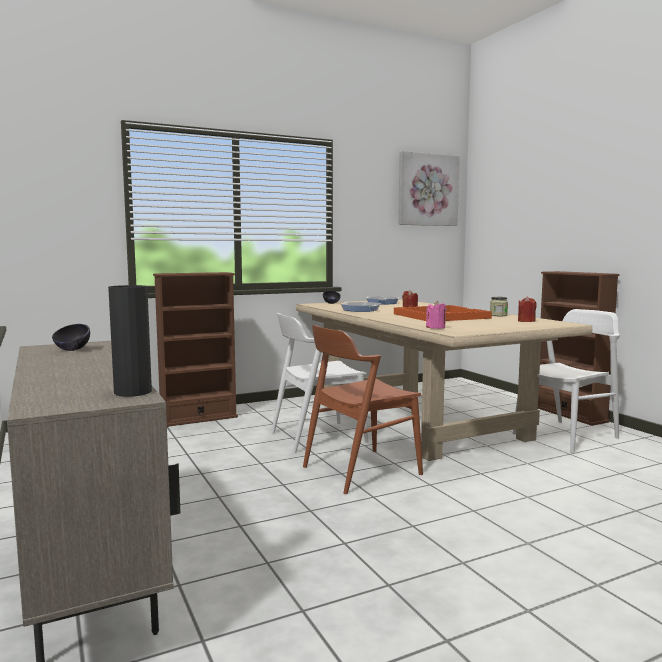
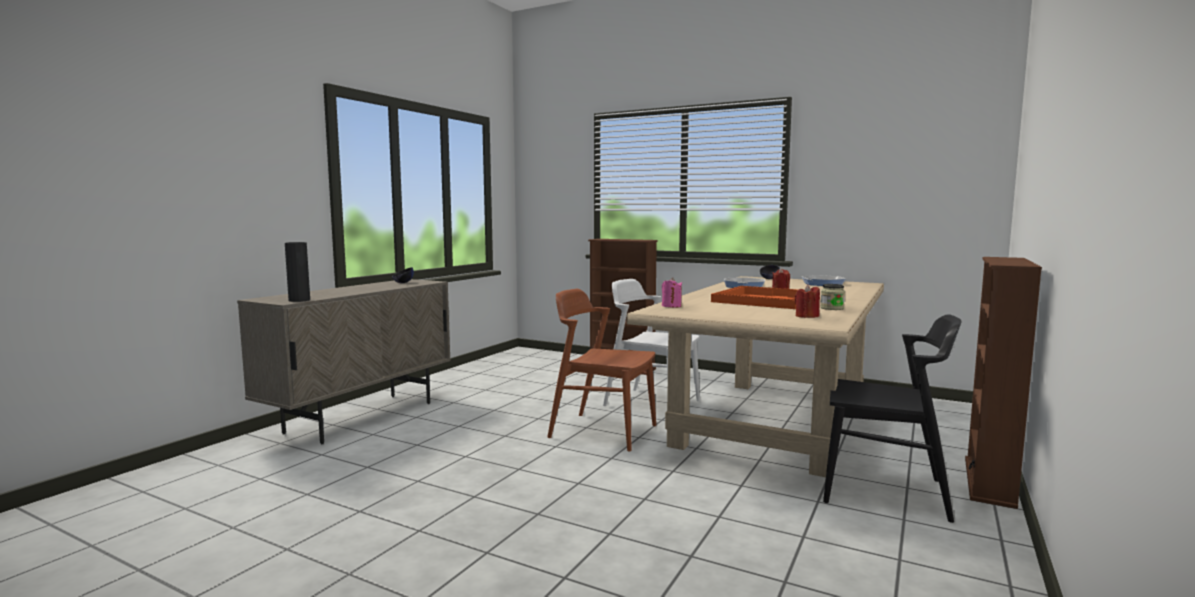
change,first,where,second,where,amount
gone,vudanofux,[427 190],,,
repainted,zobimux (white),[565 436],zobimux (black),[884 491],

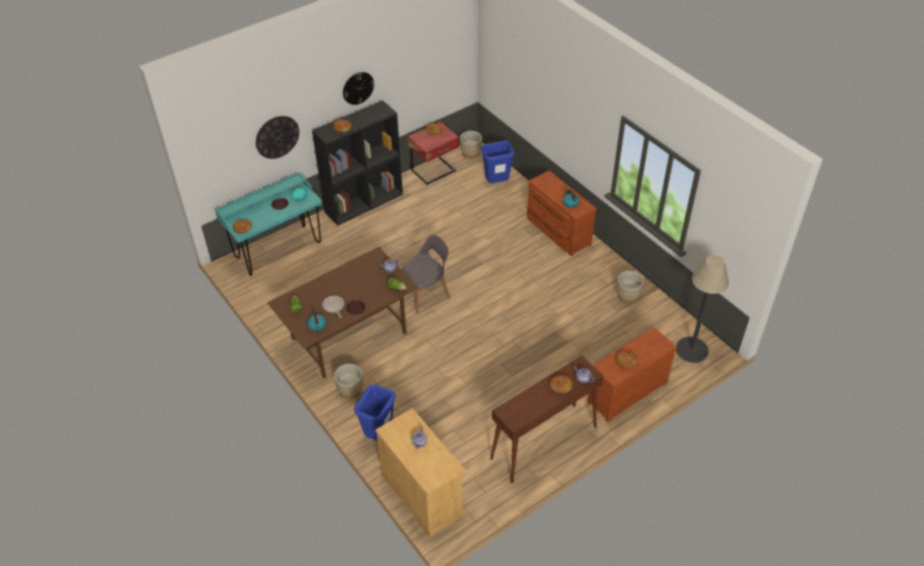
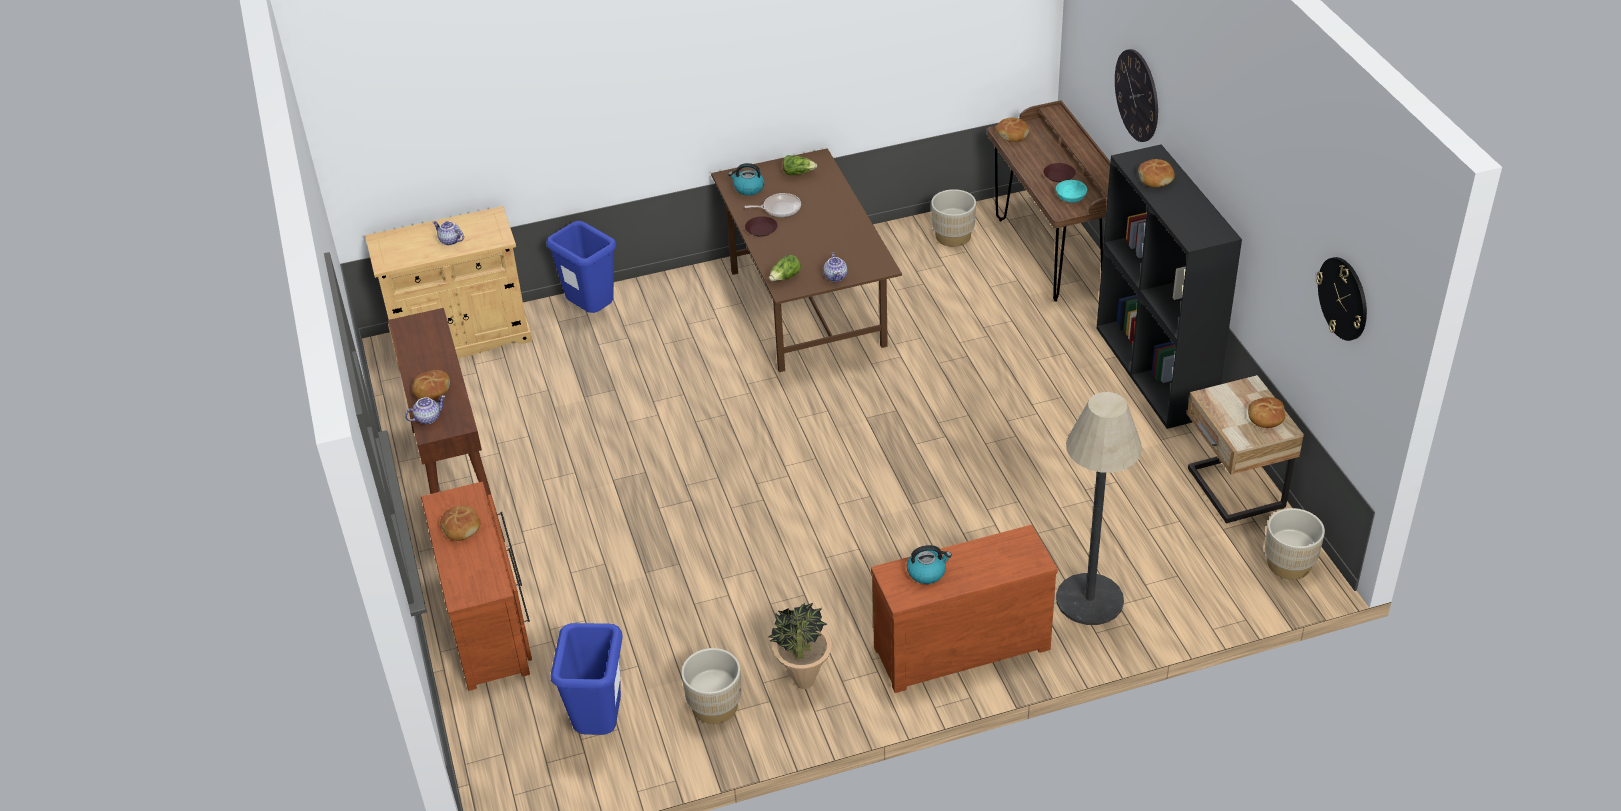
change,first,where,second,where,amount
shifted,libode,[358 88],,[1343 298],
repainted,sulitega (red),[434 171],sulitega (beige),[1233 490],
shifted,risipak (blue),[497 183],,[599 727],
repainted,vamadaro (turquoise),[278 250],vamadaro (brown),[1053 253],
gone,zobimux (grey),[425 294],,,
shifted,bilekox,[691 350],,[1089 599],
shifted,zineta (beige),[350 390],,[953 236],
new,,,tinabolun,[804 682],

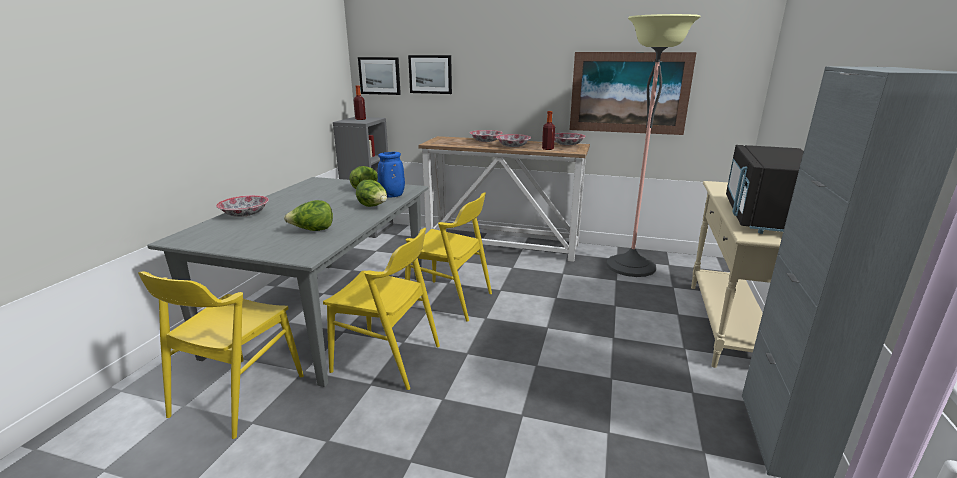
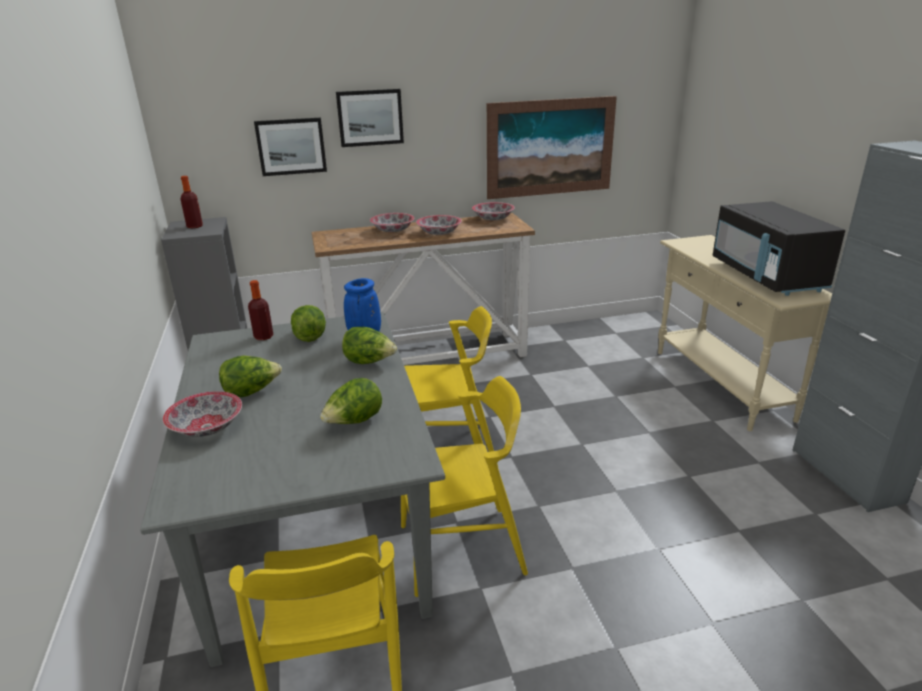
change,first,where,second,where,amount
gone,bilekox,[630 266],,,
shifted,vudanofux,[380 75],,[370 117],
shifted,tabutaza,[547 149],,[263 337],
new,,,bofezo,[251 392],

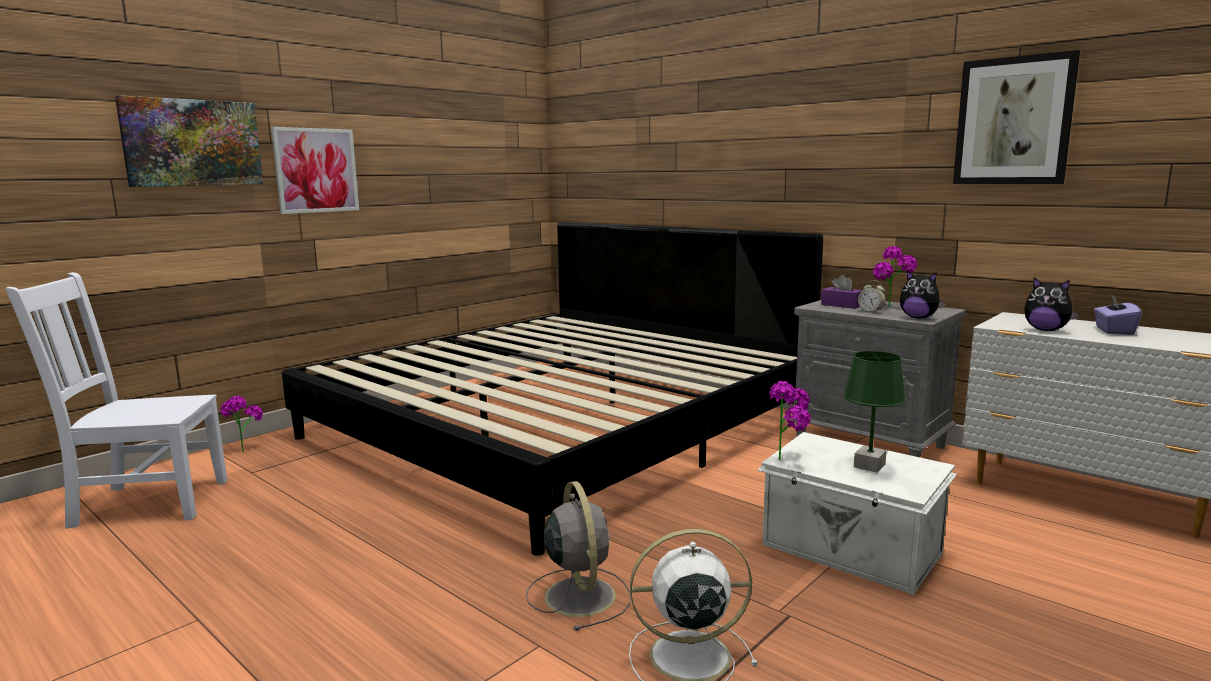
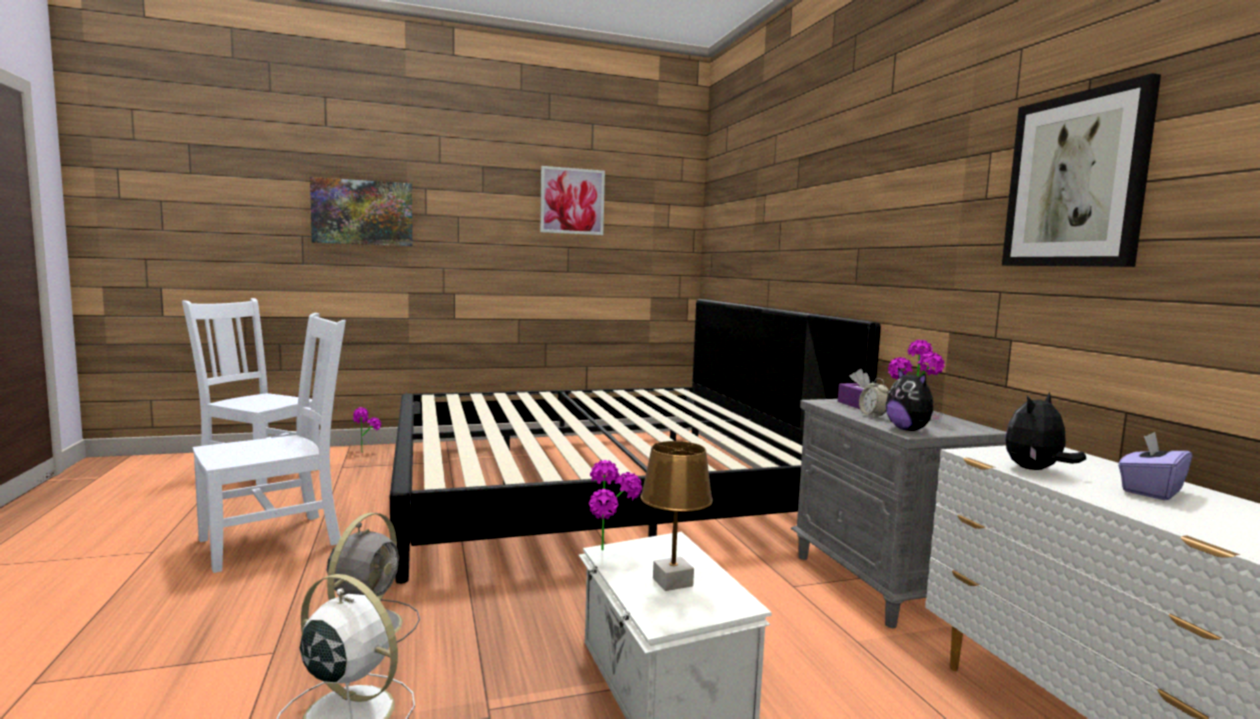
change,first,where,second,where,amount
shifted,vudanofux,[316 170],,[572 201],
rotated,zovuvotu,[1046 330],,[1035 470],75 degrees clockwise
repainted,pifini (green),[869 466],pifini (brown),[672 582],
new,,,zobimux (white),[276 540],

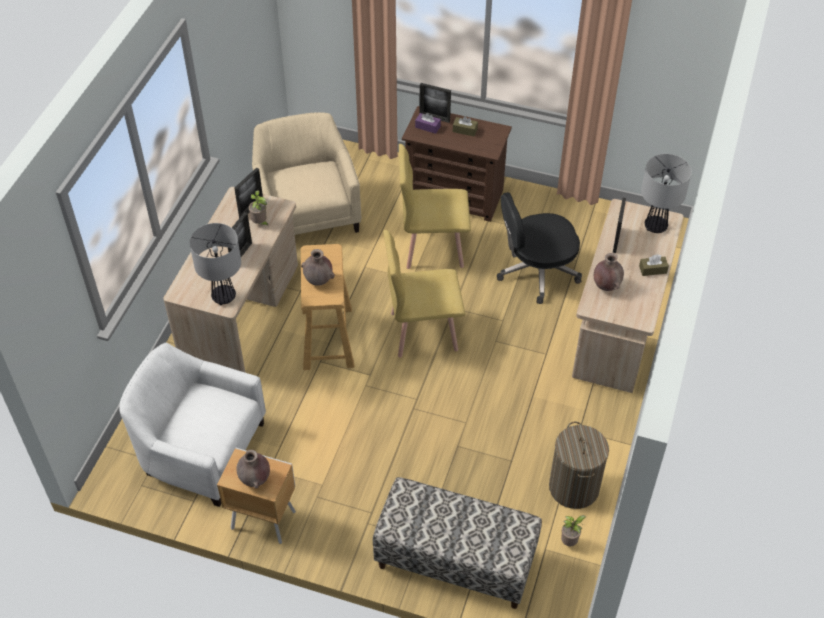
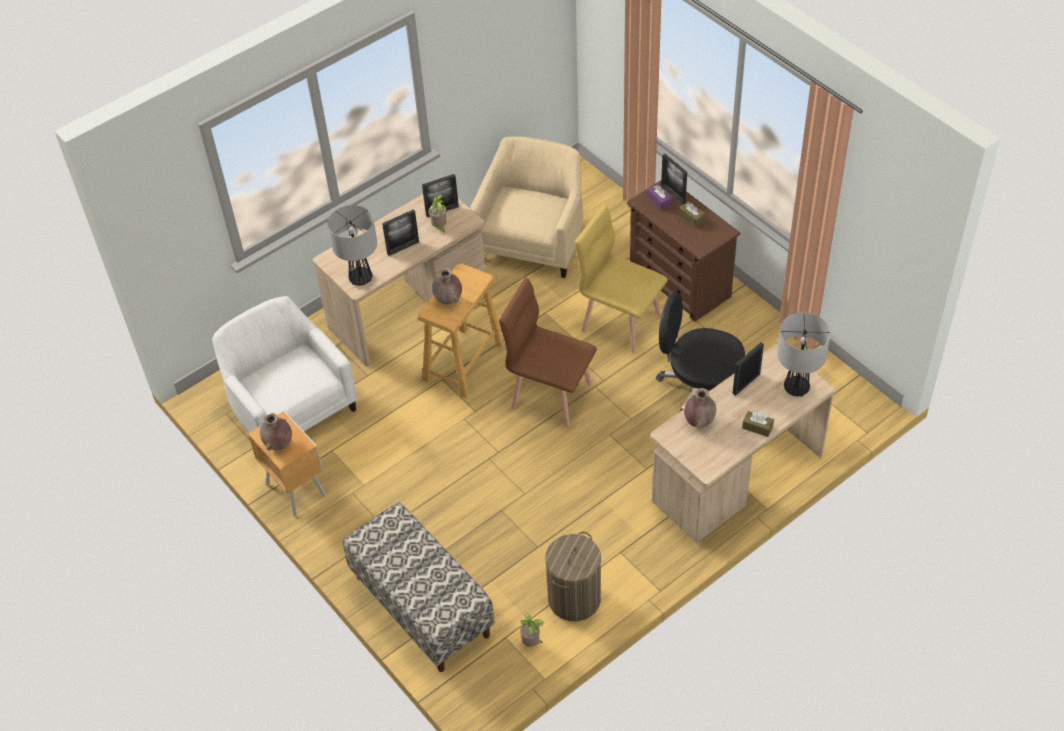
change,first,where,second,where,amount
repainted,zobimux (yellow),[423 331],zobimux (brown),[551 394],

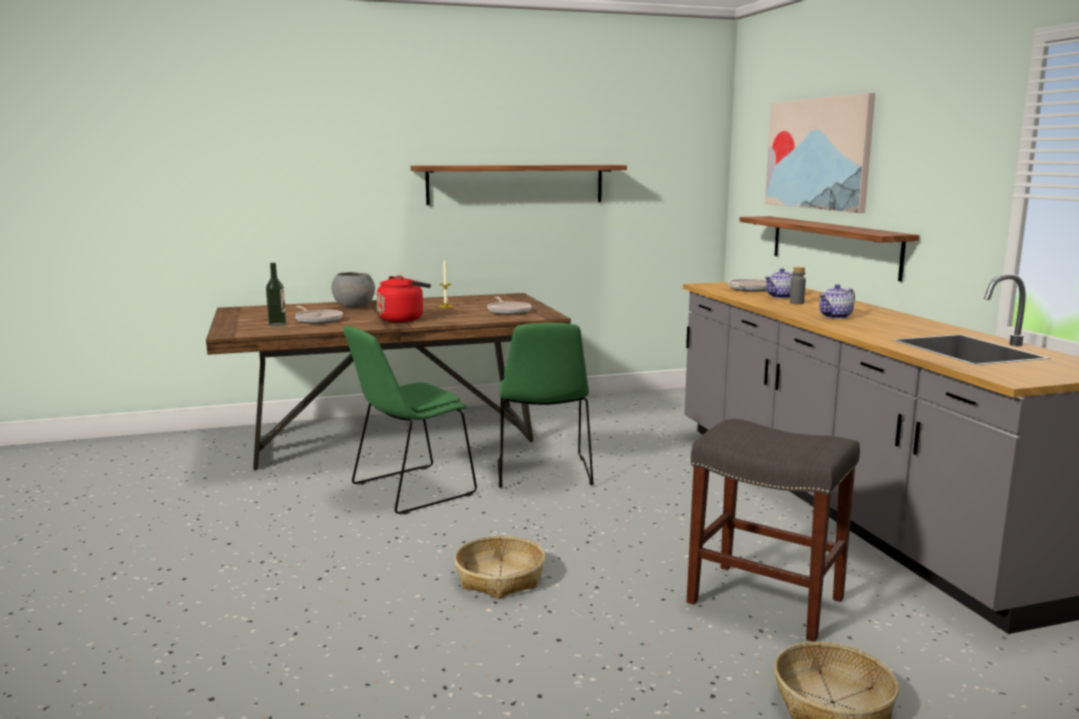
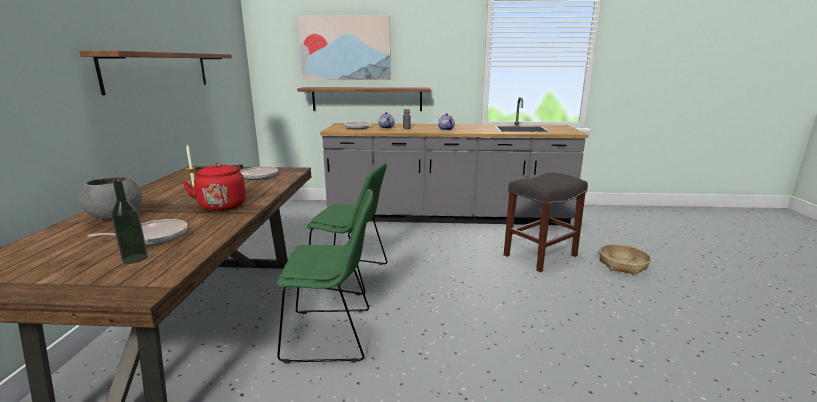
change,first,where,second,where,amount
rotated,zobimux (green),[409 490],,[332 335],75 degrees counterclockwise
gone,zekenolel,[499 578],,,

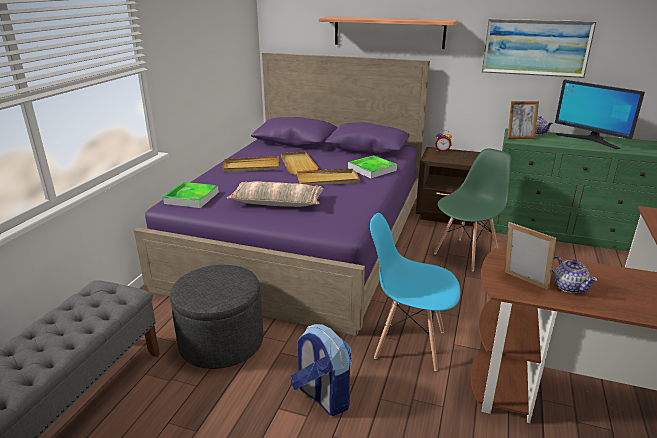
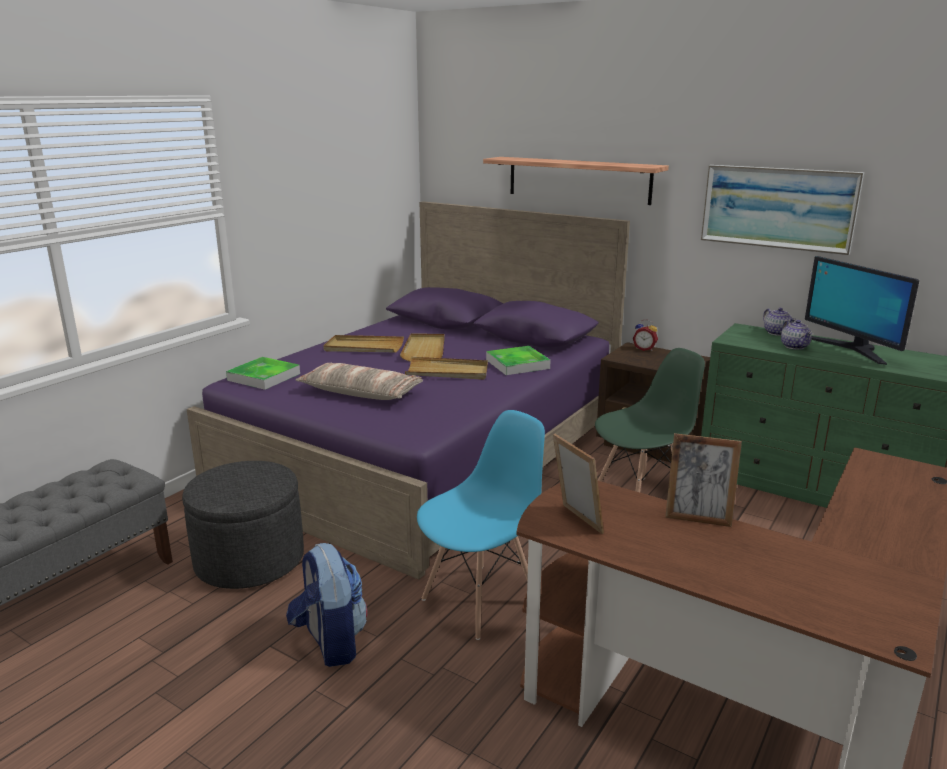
change,first,where,second,where,amount
shifted,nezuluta,[519 138],,[698 517],
rotated,zobimux (blue),[409 344],,[481 600],105 degrees clockwise
shifted,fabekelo,[568 287],,[794 346],

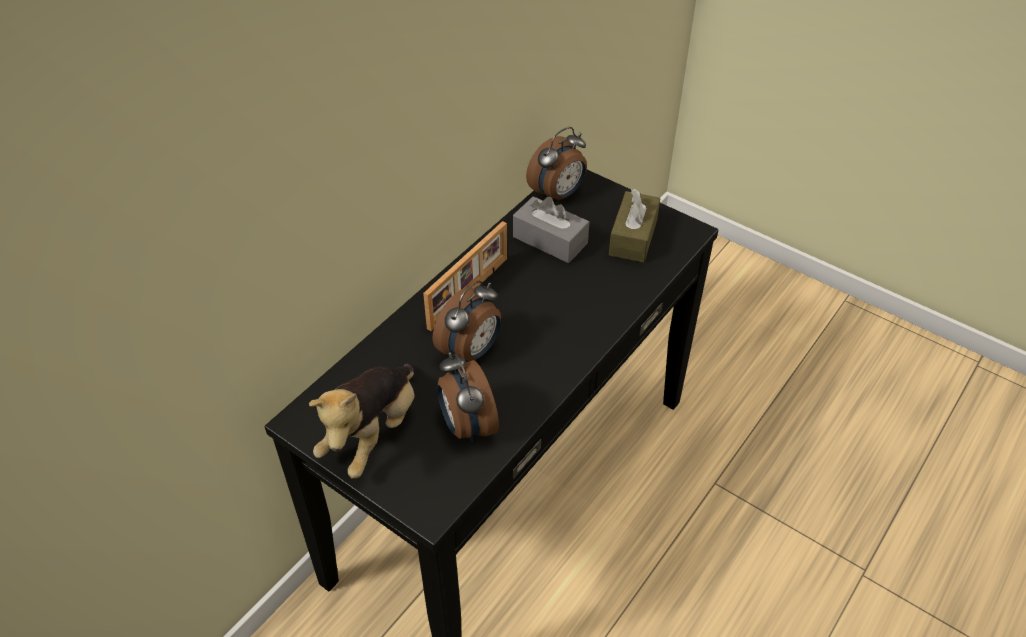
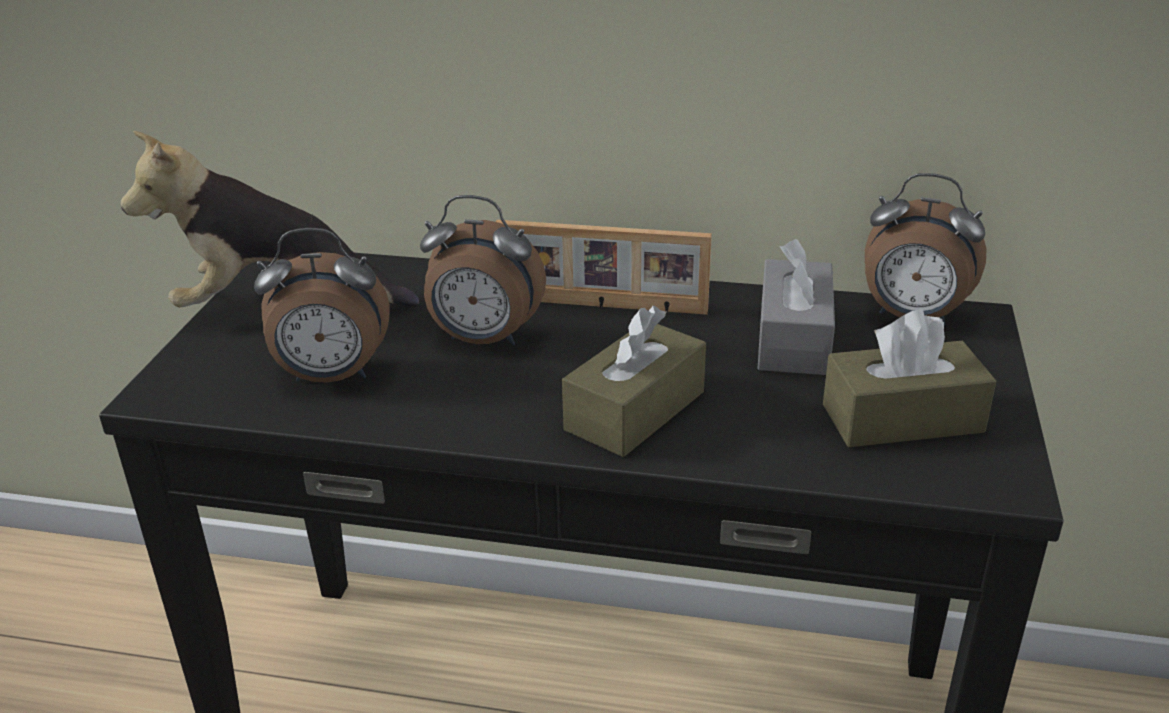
change,first,where,second,where,amount
rotated,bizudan,[466 426],,[331 377],135 degrees counterclockwise
new,,,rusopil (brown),[635 411],

